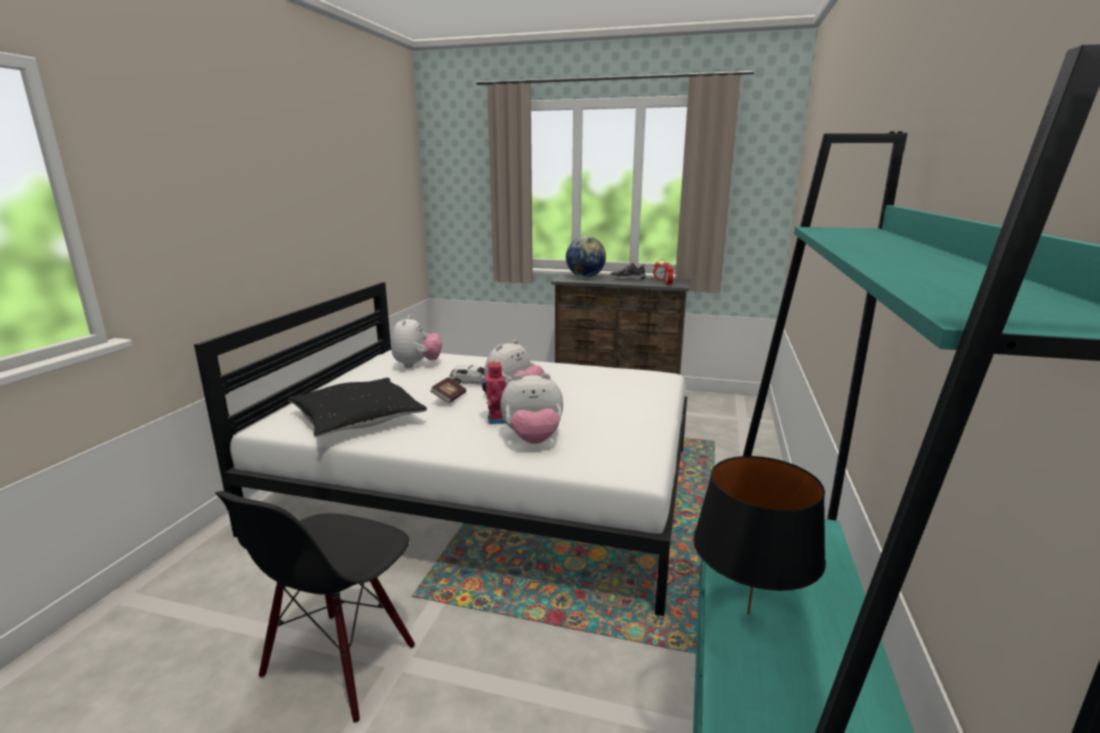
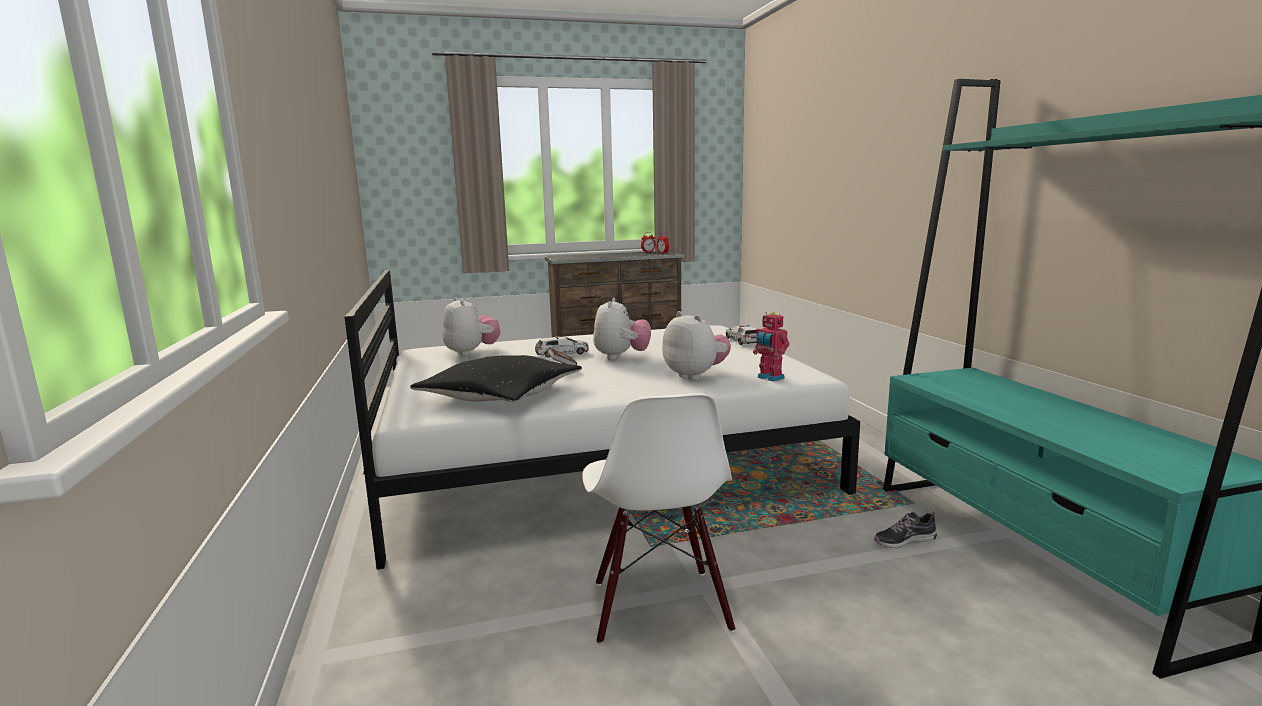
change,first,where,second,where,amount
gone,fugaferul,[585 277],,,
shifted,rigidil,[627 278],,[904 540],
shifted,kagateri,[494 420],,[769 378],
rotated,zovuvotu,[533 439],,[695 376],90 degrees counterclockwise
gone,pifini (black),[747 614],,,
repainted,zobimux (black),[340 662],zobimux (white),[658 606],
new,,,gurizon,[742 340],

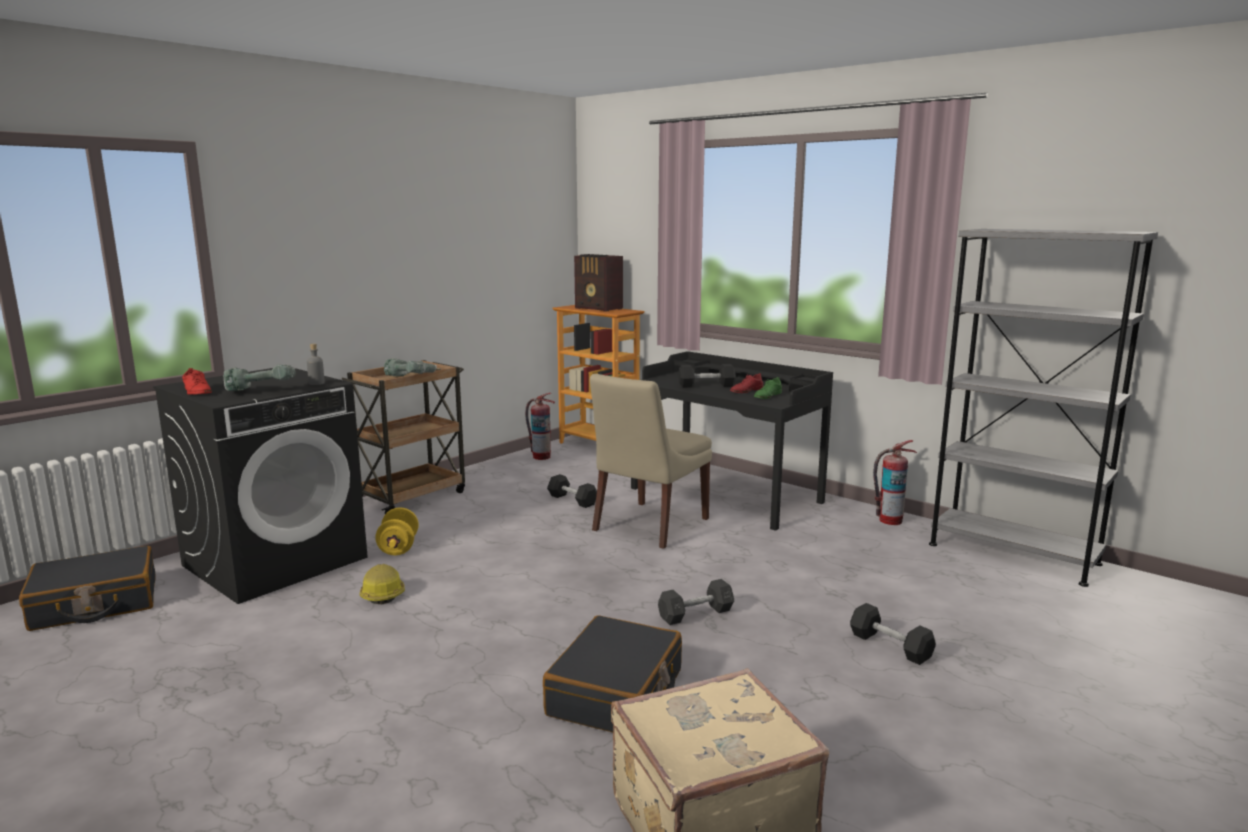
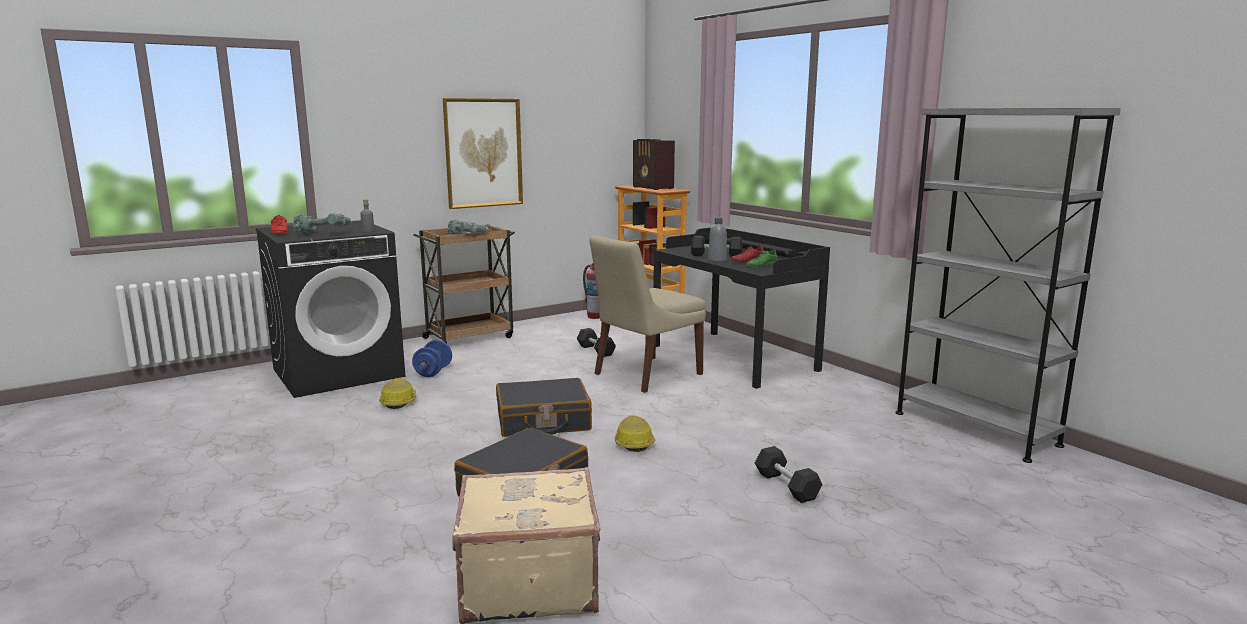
change,first,where,second,where,amount
gone,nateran,[889 520],,,
repainted,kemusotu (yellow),[398 548],kemusotu (blue),[433 372],
shifted,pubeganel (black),[95 604],,[543 421],
swapped,kemusotu (grey),[695 614],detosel,[633 442],
new,,,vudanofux,[483 153],
new,,,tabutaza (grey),[717 260],

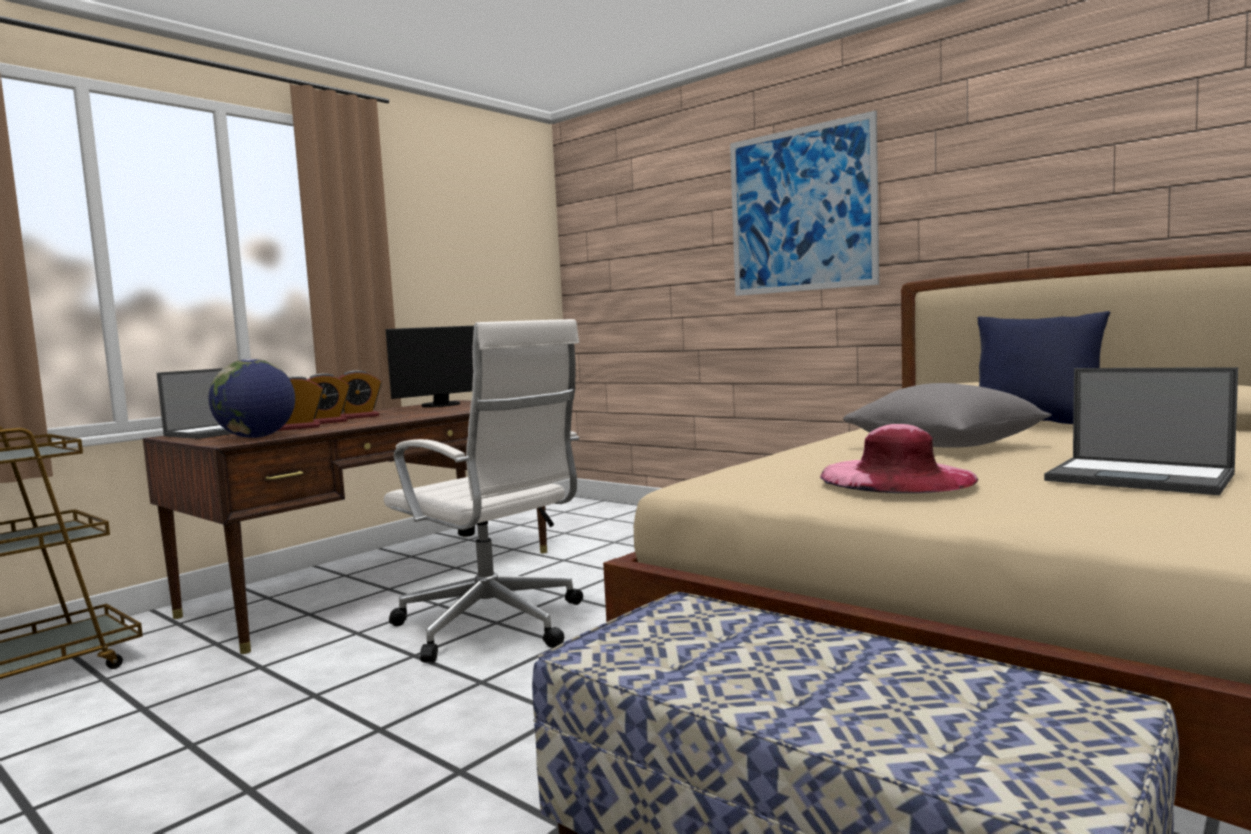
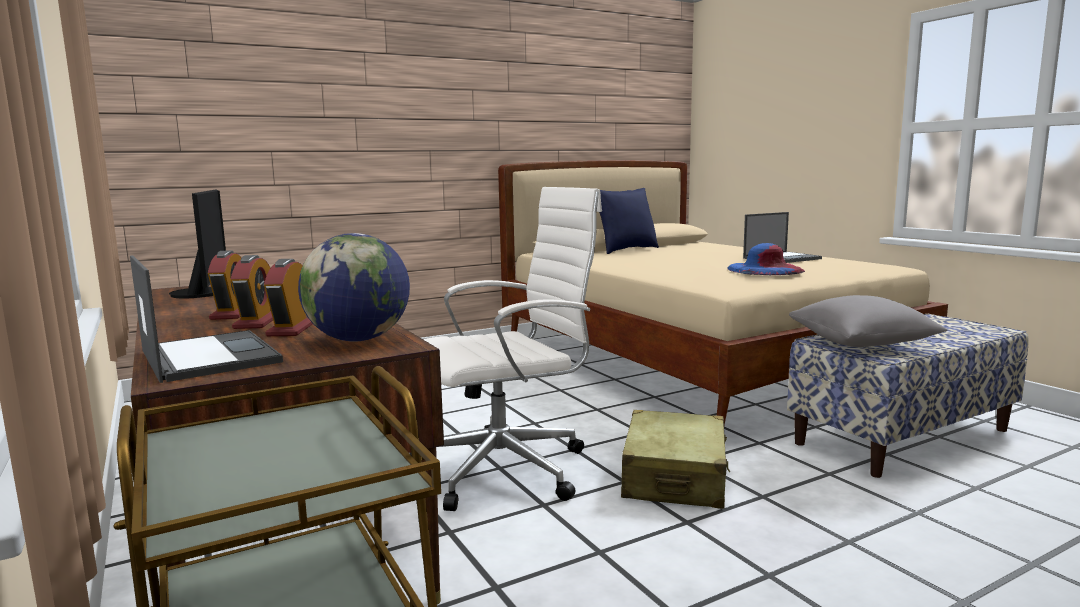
change,first,where,second,where,amount
gone,vudanofux,[801 210],,,
shifted,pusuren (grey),[945 447],,[862 344],
repainted,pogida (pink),[897 477],pogida (blue),[765 269],
new,,,pubeganel (beige),[674 477],

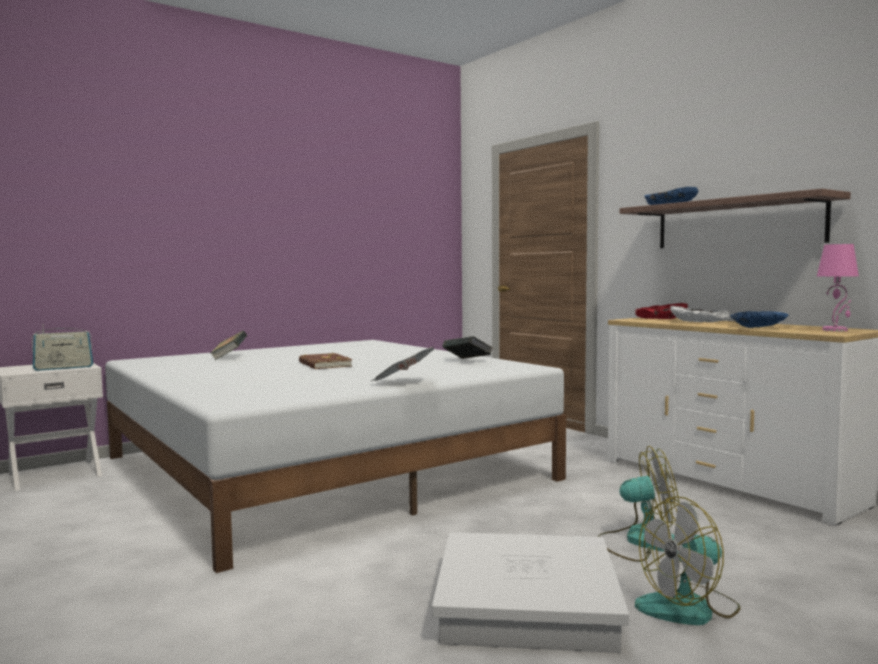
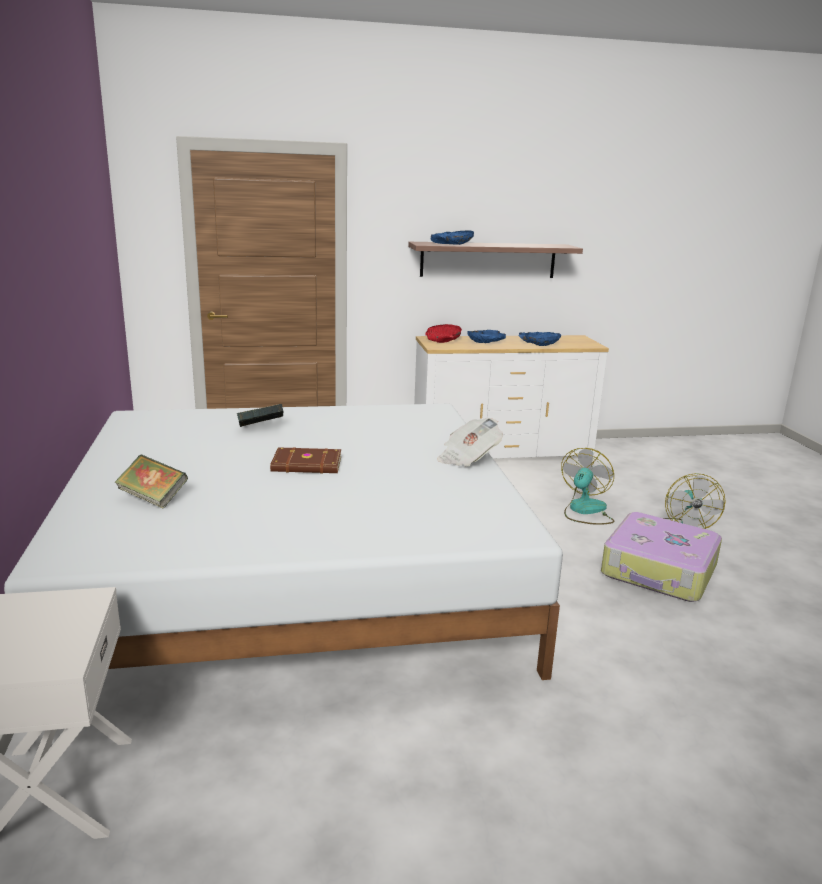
change,first,where,second,where,amount
gone,pifini (pink),[835 330],,,
repainted,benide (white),[698 322],benide (blue),[486 342],
gone,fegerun,[63 368],,,
shifted,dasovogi,[467 361],,[260 429],
swapped,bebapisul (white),[527 605],pubeganel,[659 571],

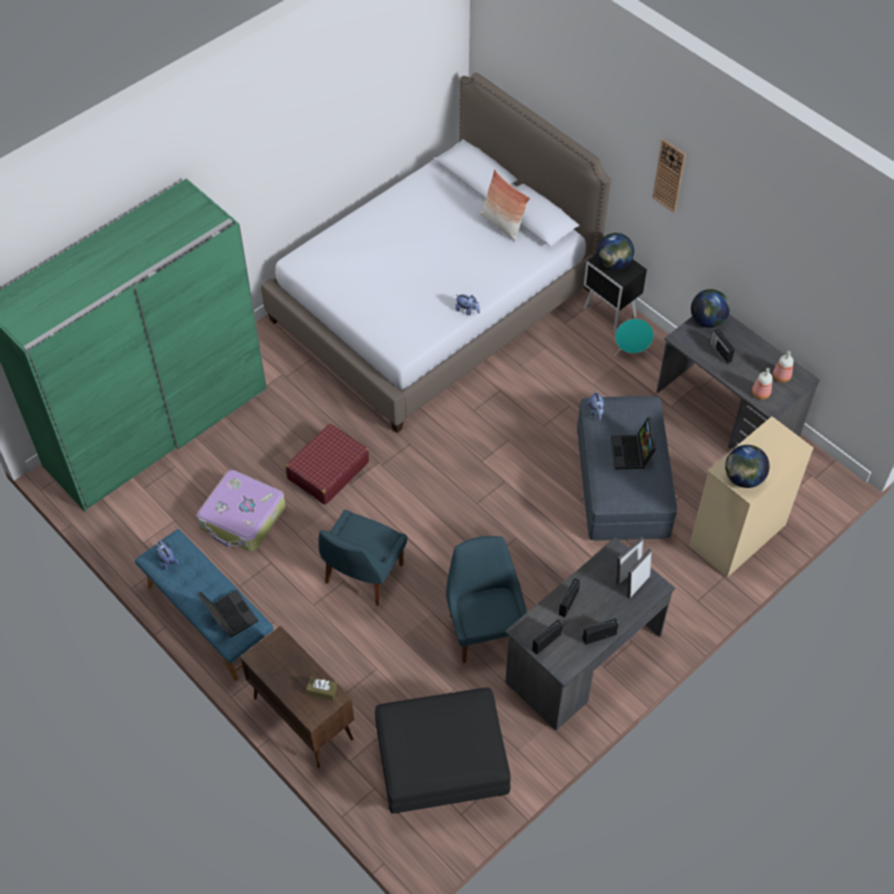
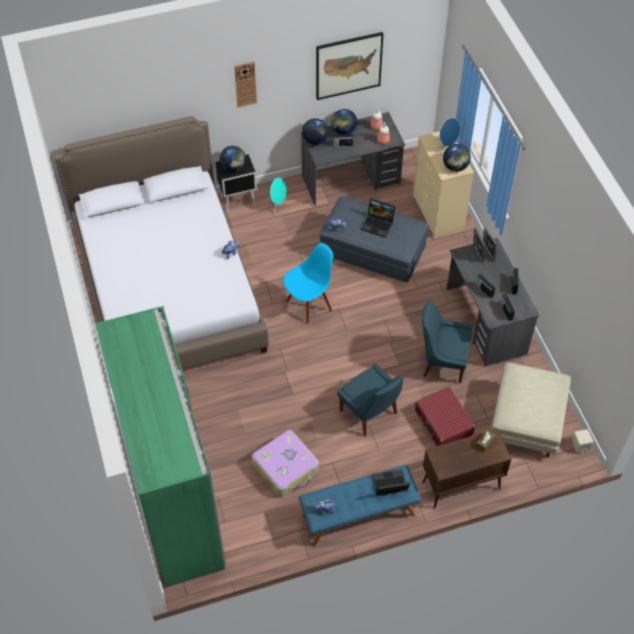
change,first,where,second,where,amount
gone,pusuren,[502 224],,,
shifted,pubeganel (red),[328 470],,[443 423],
repainted,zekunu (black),[440 766],zekunu (beige),[526 422],
new,,,vudanofux,[348 65],
new,,,fugaferul,[344 131],
new,,,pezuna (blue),[446 147],
new,,,zobimux (blue),[309 305],
new,,,pezuna (beige),[580 446],

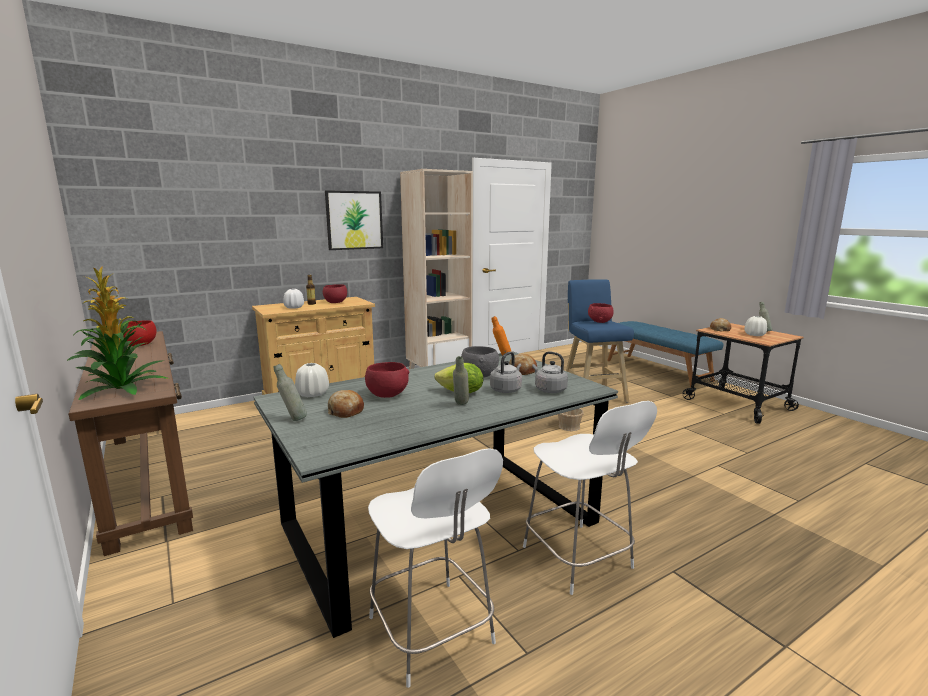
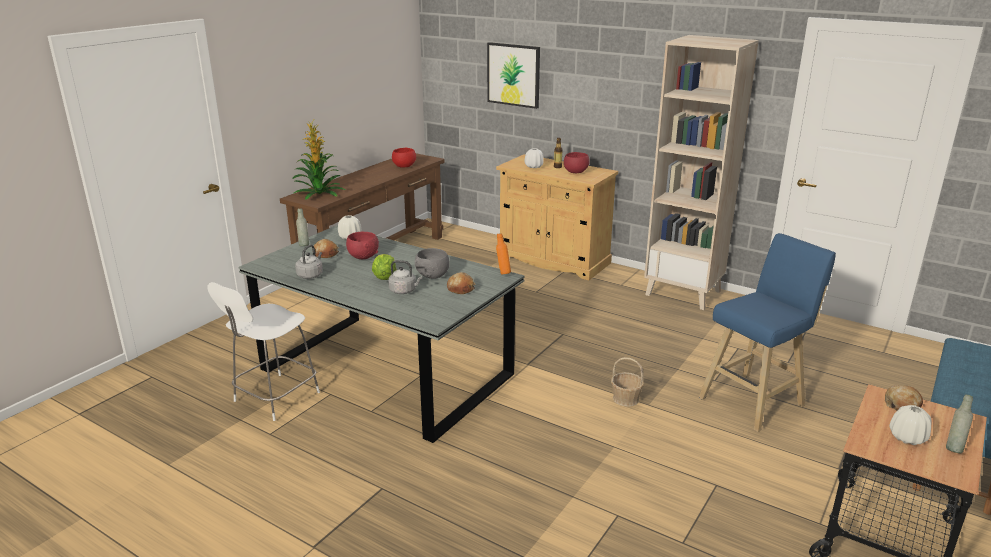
change,first,where,second,where,amount
shifted,vudanofux,[354 220],,[513 75],
gone,benide (red),[600 321],,,
shifted,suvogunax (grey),[549 390],,[311 275],
gone,tabutaza (grey),[461 405],,,
gone,zobimux (white),[579 559],,,

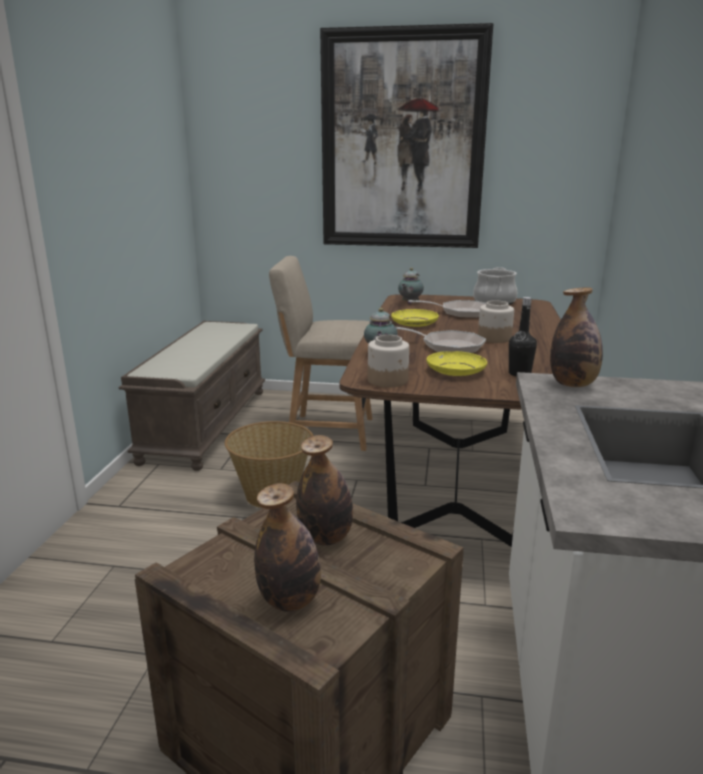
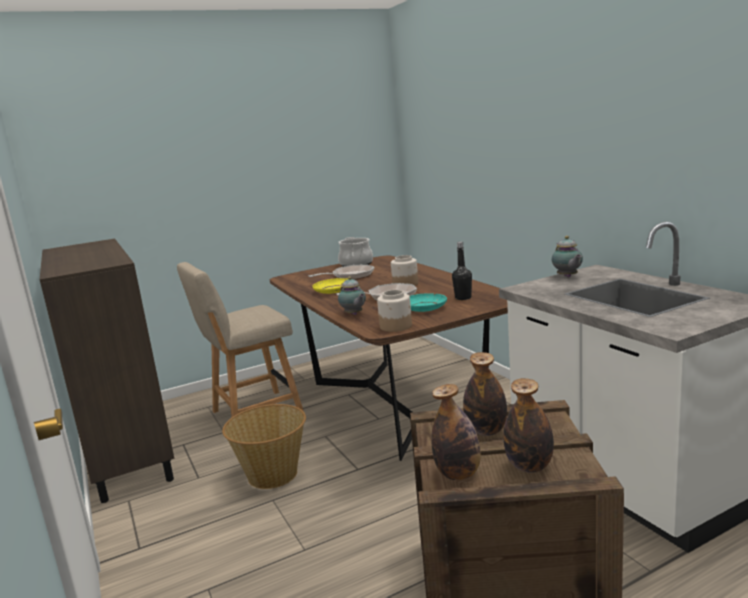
change,first,where,second,where,amount
gone,vudanofux,[402 142],,,
shifted,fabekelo,[409 303],,[567 277],
shifted,tabutaza,[573 384],,[458 474],
swapped,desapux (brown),[205 424],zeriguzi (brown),[128 452],
repainted,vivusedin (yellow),[455 371],vivusedin (turquoise),[424 308],

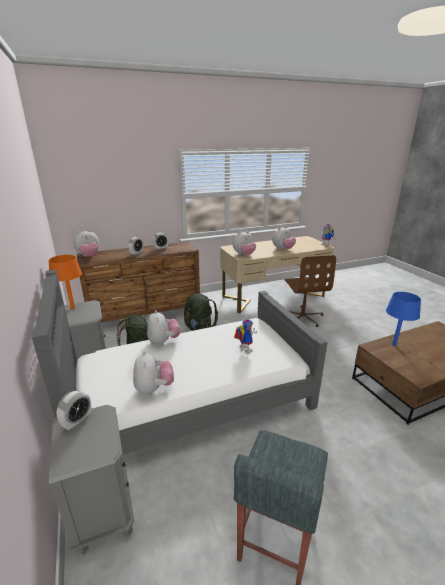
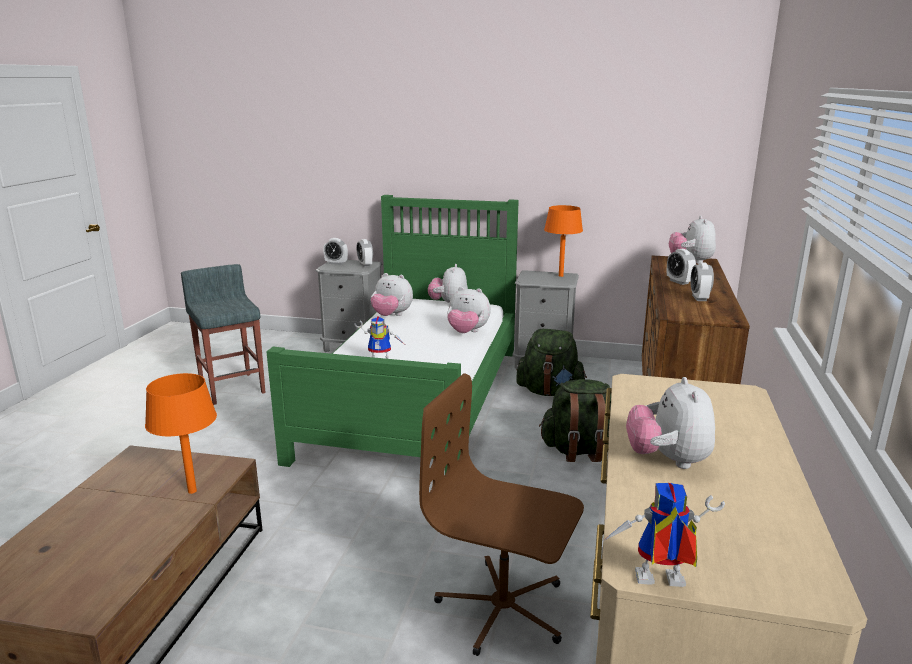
change,first,where,second,where,amount
shifted,zovuvotu,[244 255],,[449 304],
repainted,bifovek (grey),[190 399],bifovek (green),[416 399],
repainted,pifini (blue),[394 344],pifini (orange),[192 491],
new,,,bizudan,[336 263],

